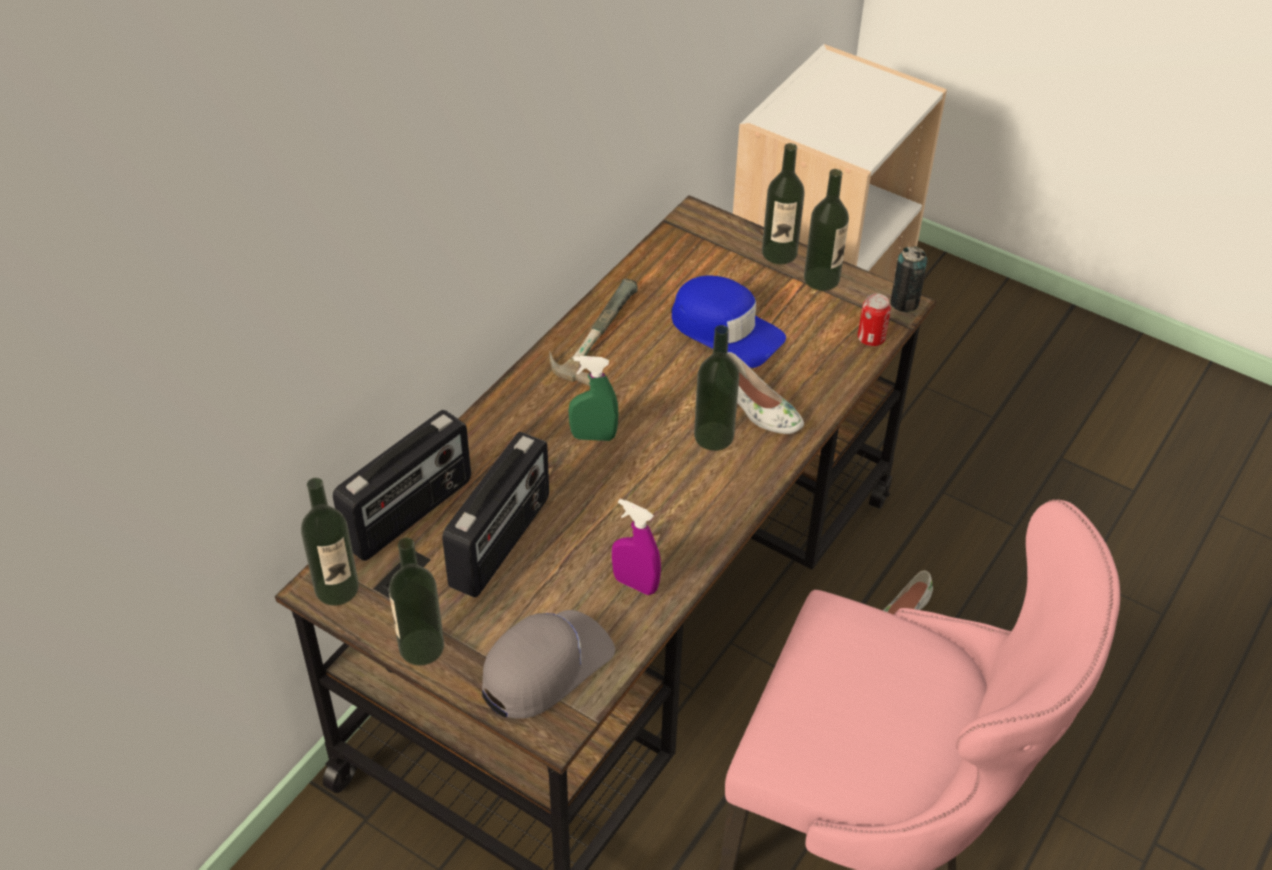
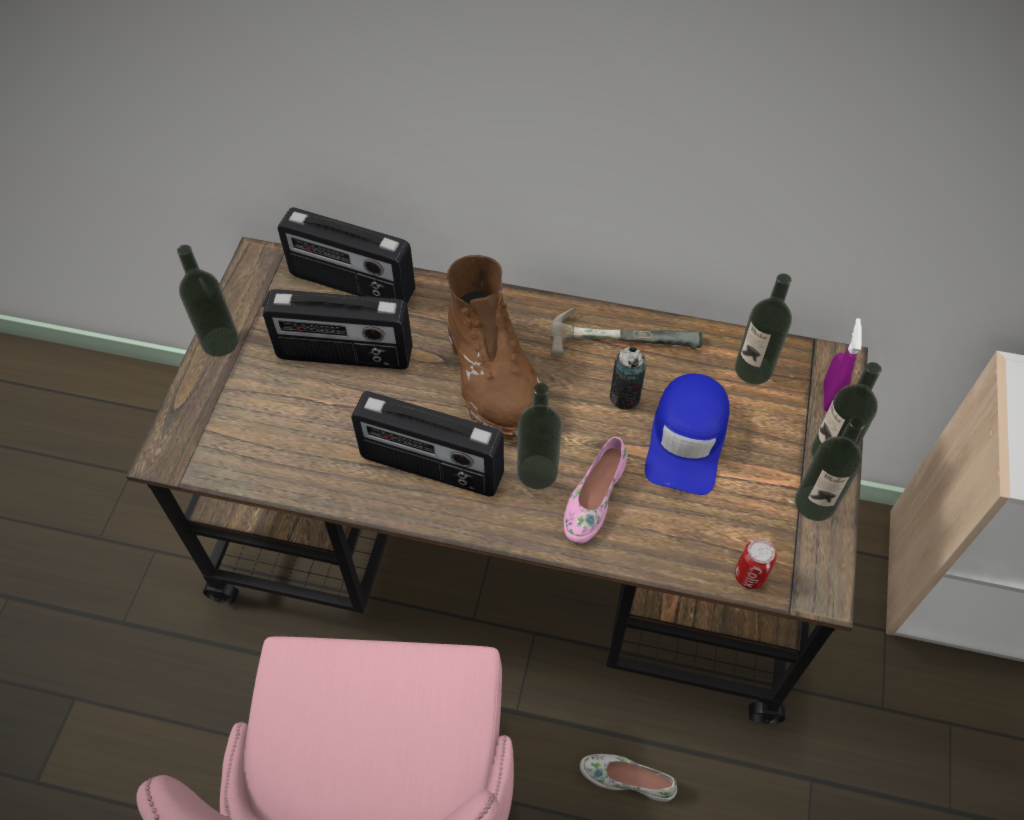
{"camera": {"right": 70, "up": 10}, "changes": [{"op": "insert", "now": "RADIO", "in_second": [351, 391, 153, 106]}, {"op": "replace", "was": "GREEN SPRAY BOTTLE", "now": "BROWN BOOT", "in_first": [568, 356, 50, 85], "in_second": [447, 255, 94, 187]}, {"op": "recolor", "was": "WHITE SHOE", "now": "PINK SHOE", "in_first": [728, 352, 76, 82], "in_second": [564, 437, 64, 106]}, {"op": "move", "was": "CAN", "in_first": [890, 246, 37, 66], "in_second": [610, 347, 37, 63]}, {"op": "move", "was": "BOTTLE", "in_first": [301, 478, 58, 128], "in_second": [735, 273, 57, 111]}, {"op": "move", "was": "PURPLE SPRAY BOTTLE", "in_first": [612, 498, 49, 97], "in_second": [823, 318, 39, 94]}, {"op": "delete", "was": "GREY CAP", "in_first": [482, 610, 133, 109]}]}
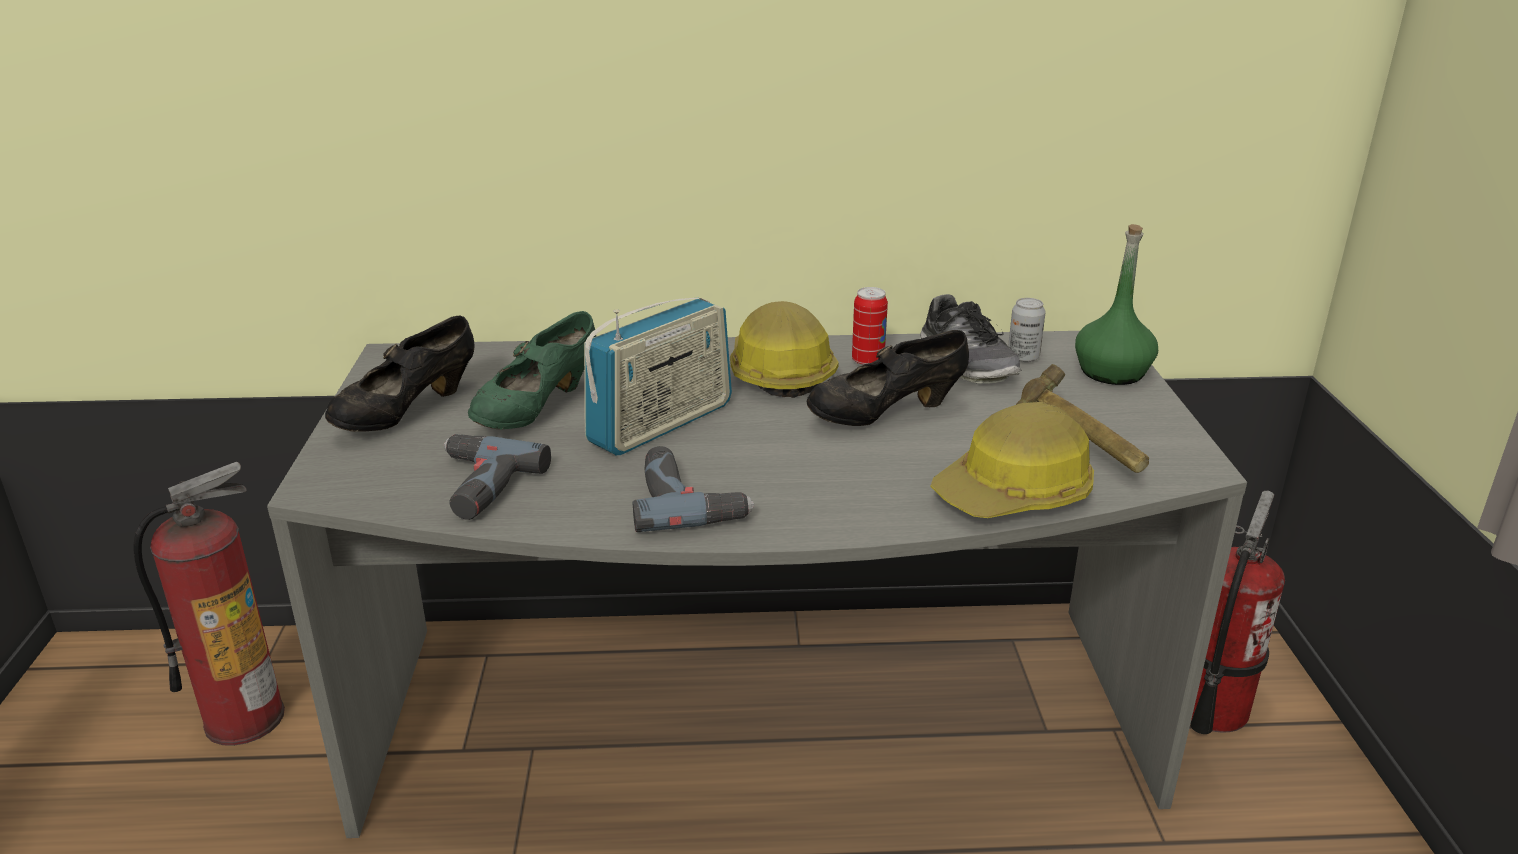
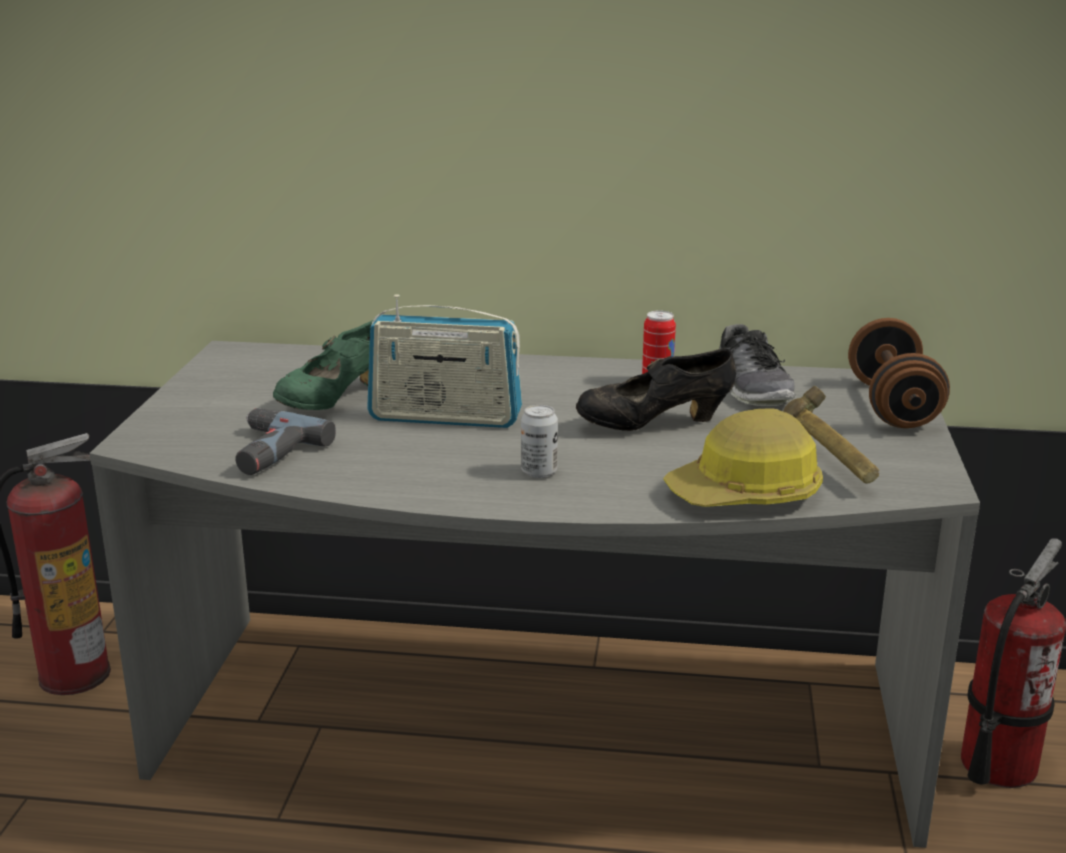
{"camera": {"right": 10, "up": -5}, "changes": [{"op": "rotate", "was": "RADIO", "in_first": [584, 298, 148, 157], "in_second": [367, 294, 155, 134], "clockwise": 45}, {"op": "move", "was": "CAN", "in_first": [1008, 298, 37, 65], "in_second": [521, 405, 37, 73]}, {"op": "replace", "was": "GREEN BOTTLE", "now": "BROWN DUMBBELL", "in_first": [1075, 224, 83, 161], "in_second": [848, 318, 102, 110]}, {"op": "delete", "was": "BLACK SHOE", "in_first": [325, 315, 150, 117]}, {"op": "delete", "was": "POWER DRILL", "in_first": [633, 446, 121, 86]}, {"op": "delete", "was": "HARD HAT", "in_first": [730, 301, 109, 97]}]}
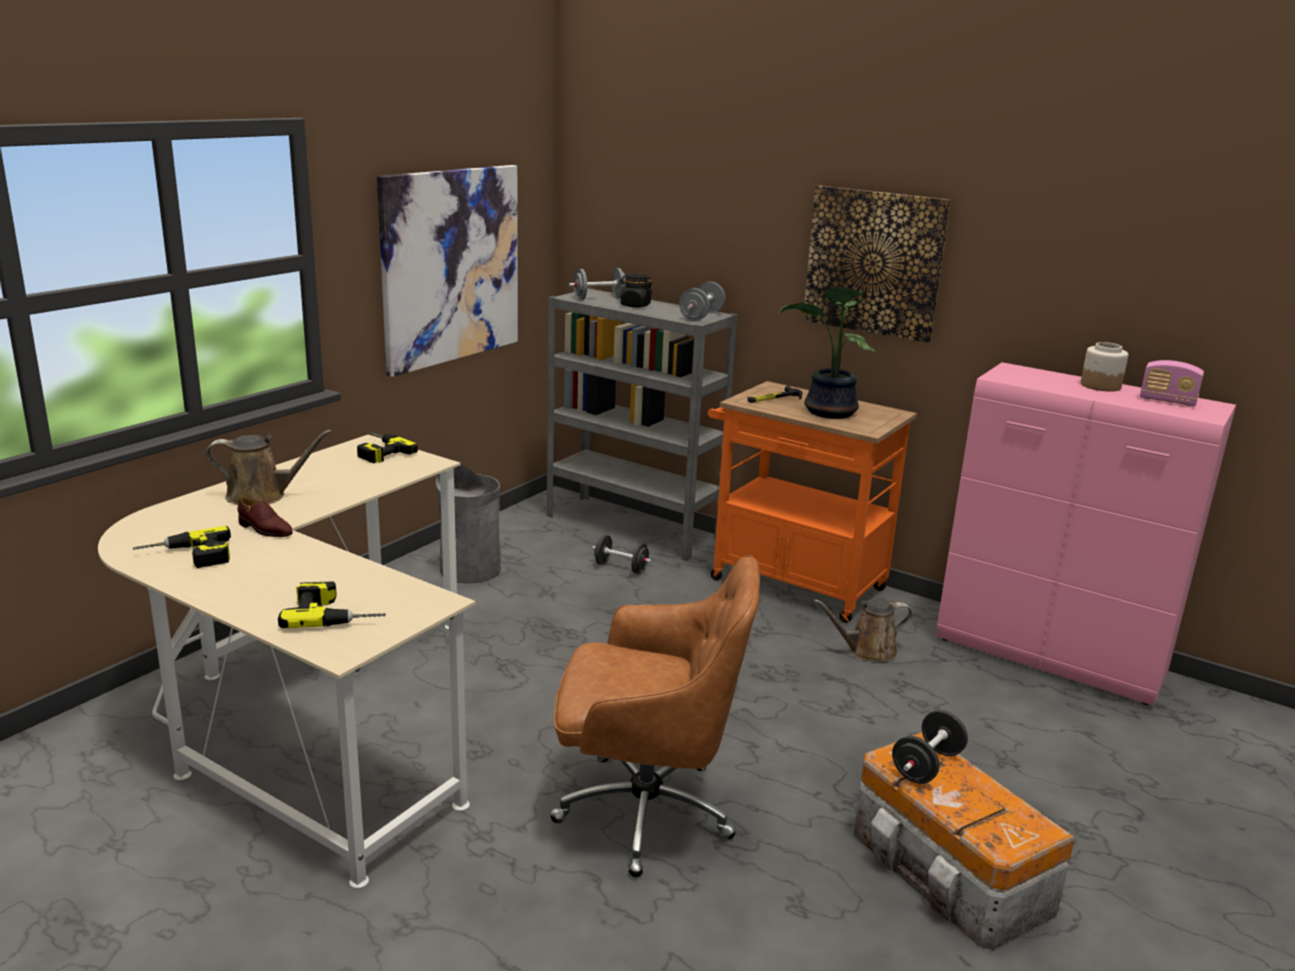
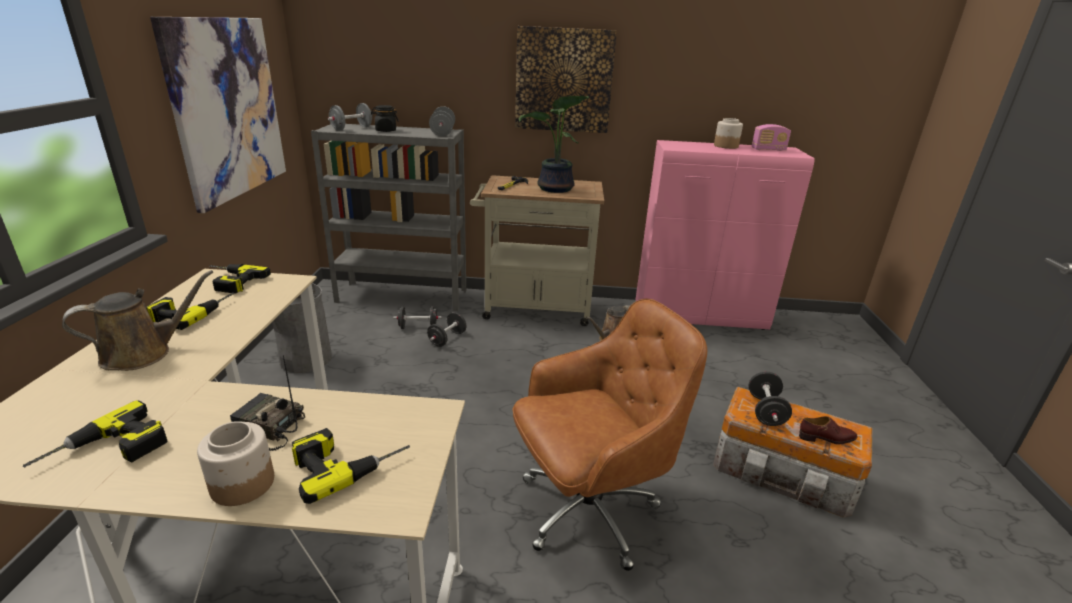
{"camera": {"right": -30, "up": 5}, "changes": [{"op": "insert", "now": "POWER DRILL", "in_second": [146, 292, 88, 38]}, {"op": "insert", "now": "JAR", "in_second": [197, 421, 77, 85]}, {"op": "insert", "now": "RADIO", "in_second": [230, 355, 75, 96]}, {"op": "insert", "now": "BLACK DUMBBELL", "in_second": [427, 312, 39, 35]}, {"op": "recolor", "was": "ORANGE CART", "now": "BEIGE CART", "in_first": [708, 381, 209, 242], "in_second": [470, 175, 134, 151]}, {"op": "move", "was": "BROWN SHOE", "in_first": [237, 496, 56, 41], "in_second": [799, 416, 59, 28]}]}
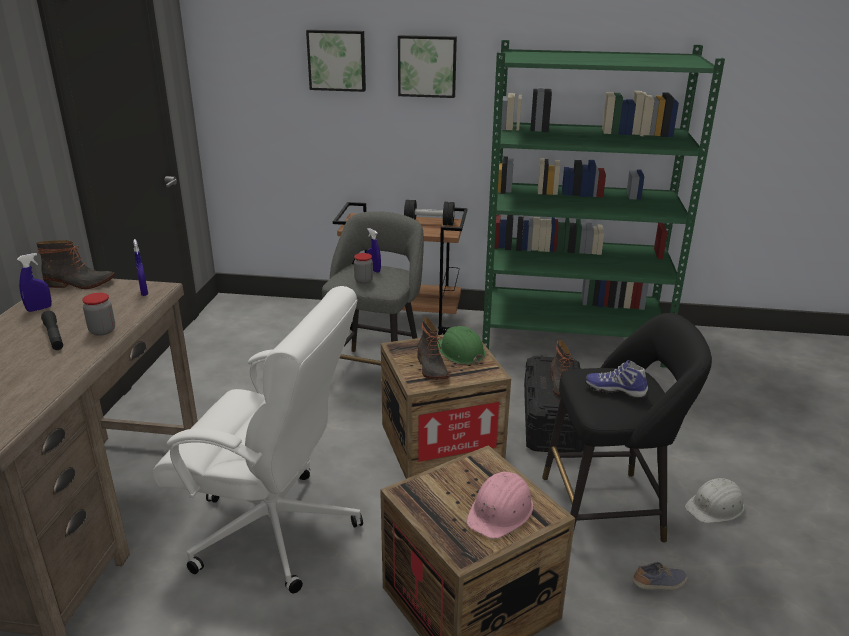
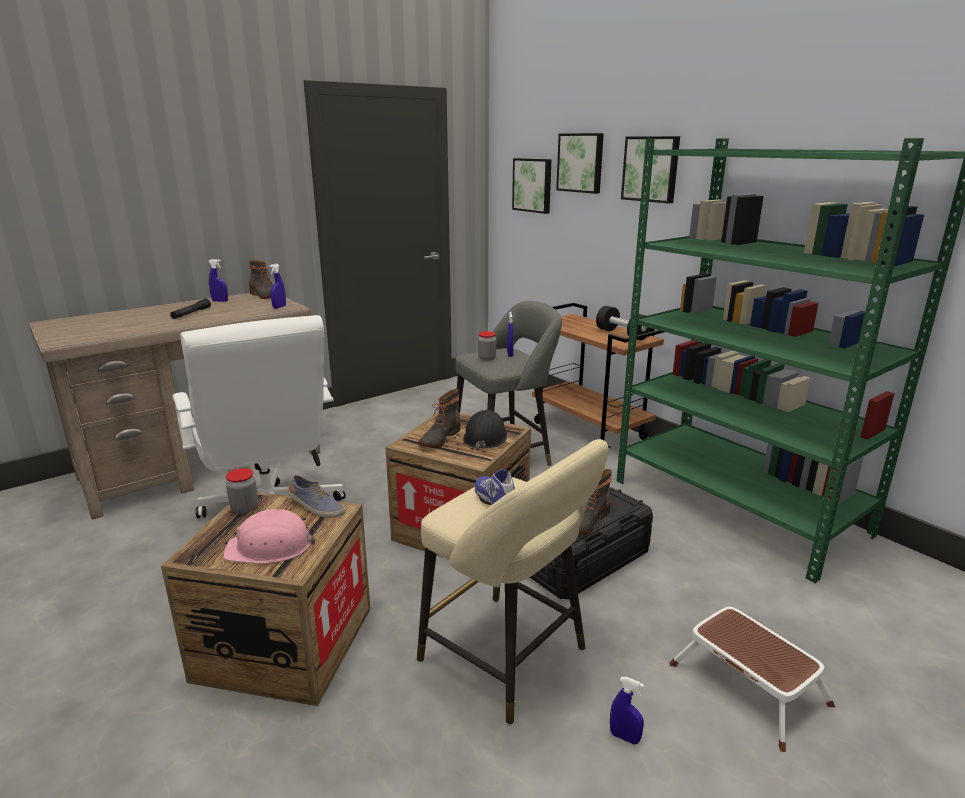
{"camera": {"right": 45, "up": -5}, "changes": [{"op": "move", "was": "JAR", "in_first": [82, 293, 33, 43], "in_second": [226, 468, 32, 46]}, {"op": "move", "was": "SHOE", "in_first": [632, 562, 56, 28], "in_second": [288, 475, 57, 43]}, {"op": "recolor", "was": "BLACK STOOL", "now": "BEIGE STOOL", "in_first": [542, 313, 170, 230], "in_second": [417, 439, 192, 285]}, {"op": "recolor", "was": "GREEN HARD HAT", "now": "BLACK HARD HAT", "in_first": [437, 326, 48, 39], "in_second": [463, 410, 44, 41]}, {"op": "insert", "now": "PICTURE", "in_second": [512, 158, 40, 56]}, {"op": "replace", "was": "WHITE HARD HAT", "now": "BLUE SPRAY BOTTLE", "in_first": [685, 478, 59, 45], "in_second": [610, 677, 34, 67]}, {"op": "insert", "now": "BROWN STEP LADDER", "in_second": [669, 607, 166, 145]}]}
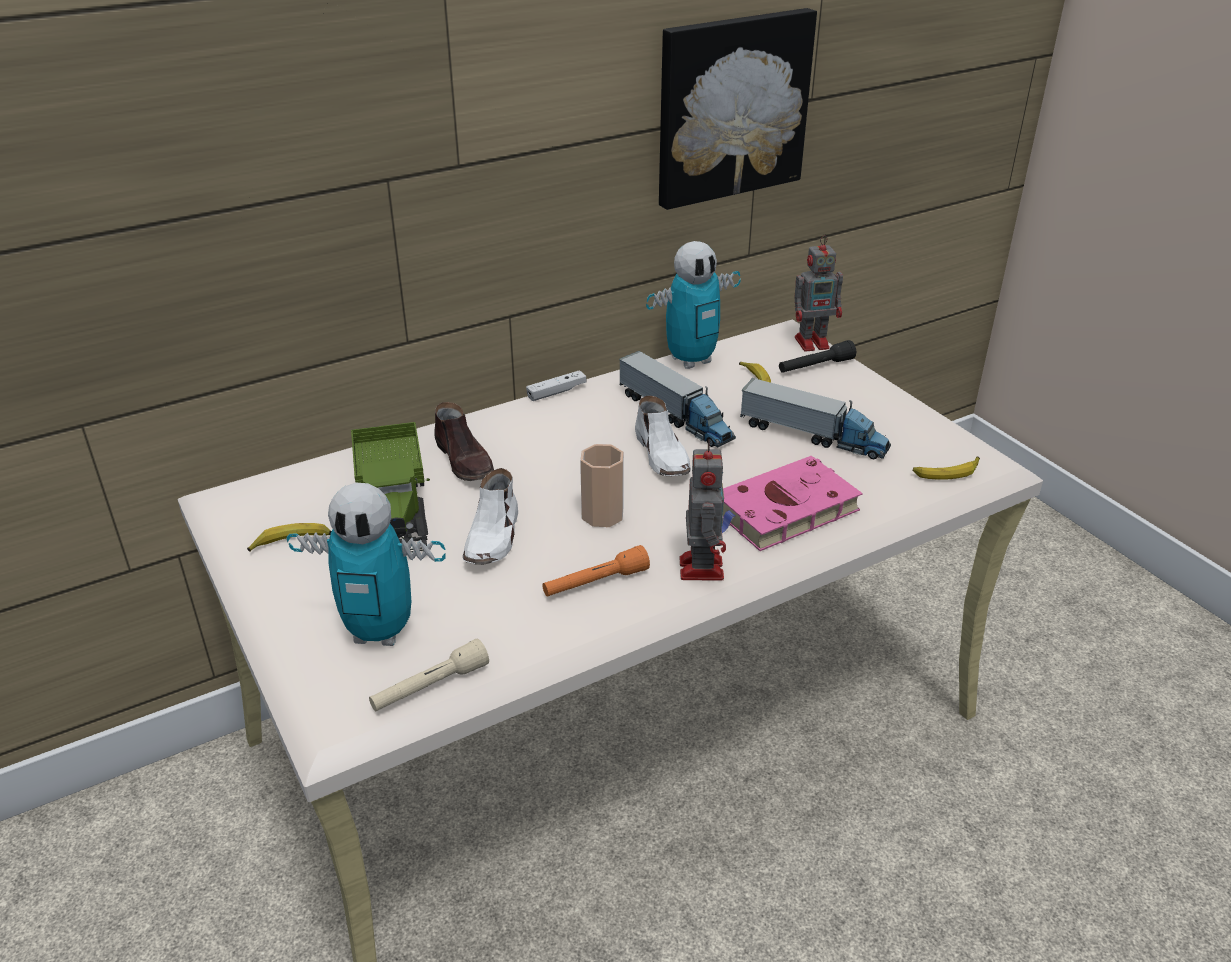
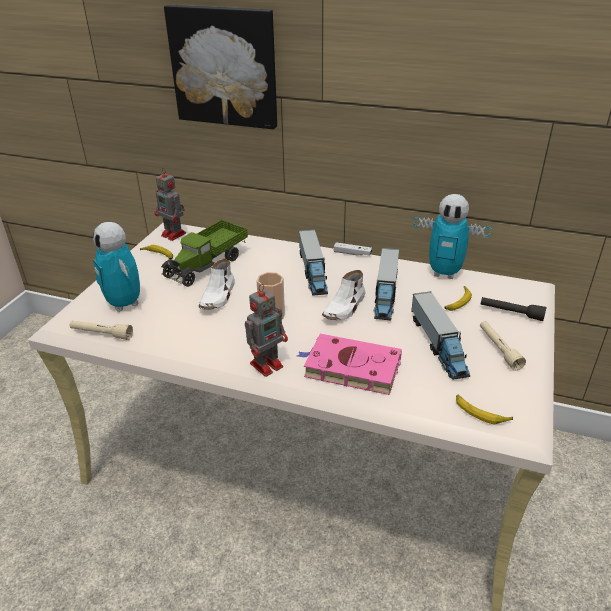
{"camera": {"right": 50, "up": 0}, "changes": [{"op": "move", "was": "TOY ROBOT", "in_first": [794, 235, 49, 117], "in_second": [154, 168, 32, 73]}, {"op": "move", "was": "PICTURE", "in_first": [659, 8, 158, 202], "in_second": [164, 5, 113, 124]}, {"op": "rotate", "was": "WHITE SHOE", "in_first": [463, 468, 55, 97], "in_second": [198, 259, 37, 51], "clockwise": -45}, {"op": "insert", "now": "TOY TRUCK", "in_second": [299, 229, 29, 67]}, {"op": "insert", "now": "BEIGE FLASHLIGHT", "in_second": [480, 321, 46, 50]}, {"op": "delete", "was": "BROWN SHOE", "in_first": [435, 402, 59, 79]}, {"op": "delete", "was": "ORANGE FLASHLIGHT", "in_first": [542, 545, 108, 52]}]}
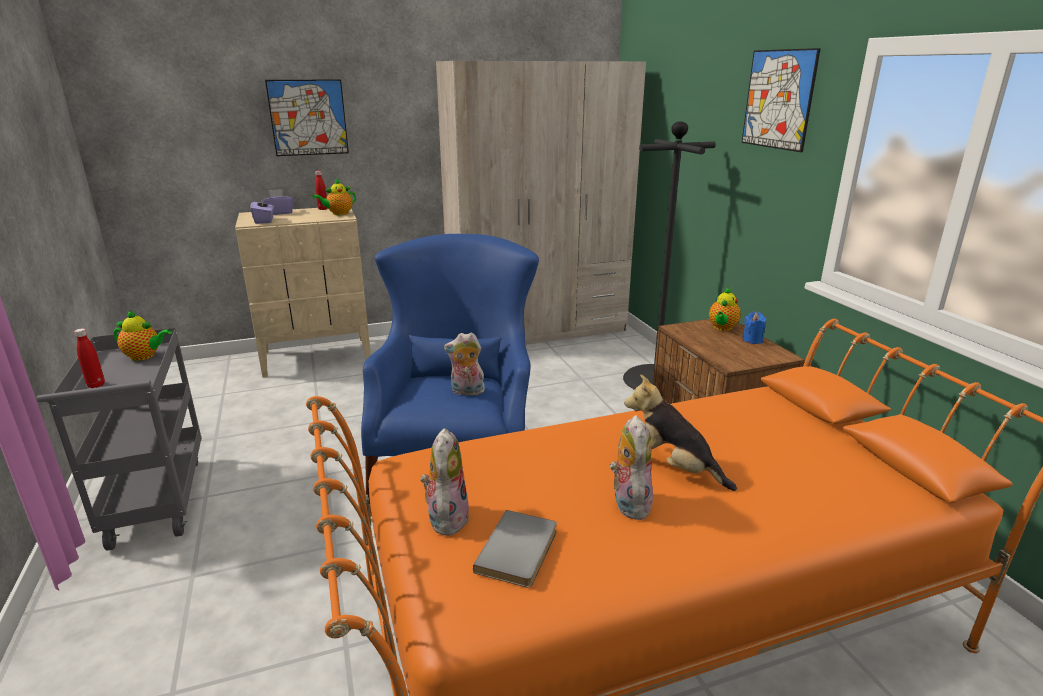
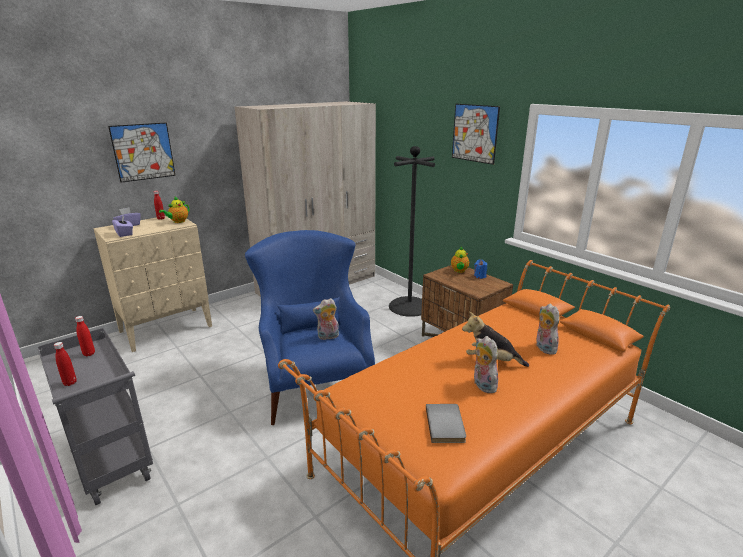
{"camera": {"right": -20, "up": 0}, "changes": [{"op": "replace", "was": "TEAPOT", "now": "RED BOTTLE", "in_first": [113, 310, 59, 51], "in_second": [75, 316, 20, 40]}, {"op": "move", "was": "PLUSH TOY", "in_first": [421, 428, 48, 109], "in_second": [536, 304, 24, 51]}]}
